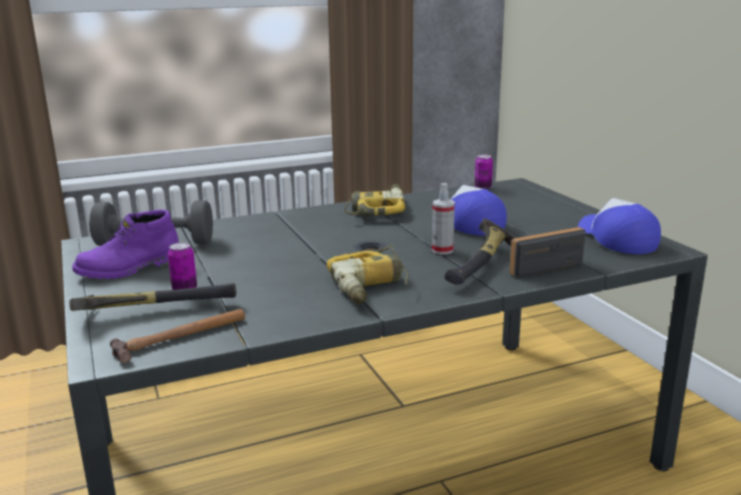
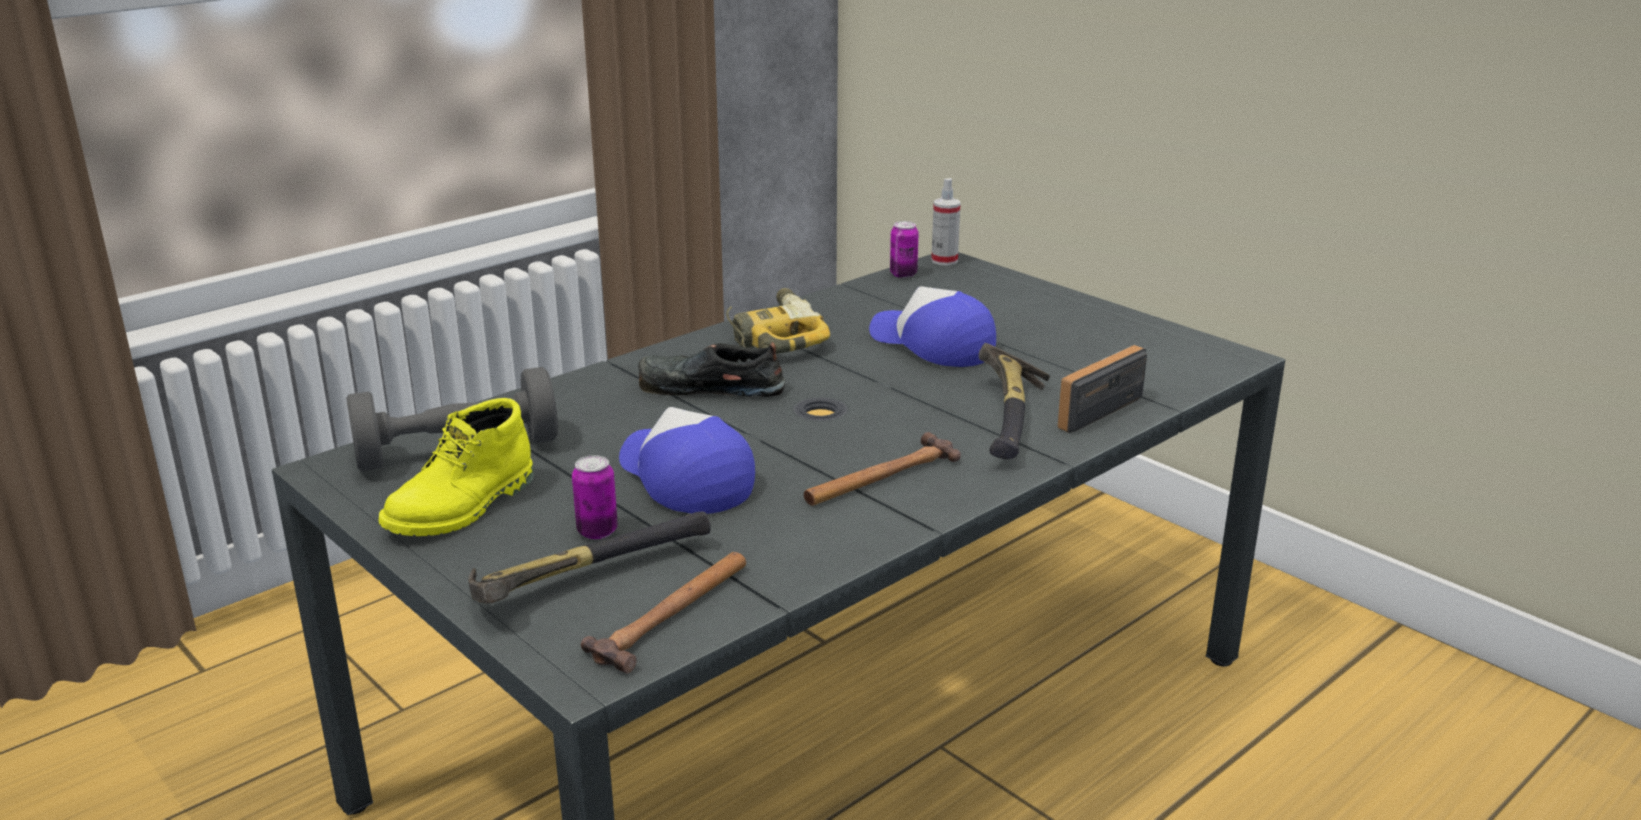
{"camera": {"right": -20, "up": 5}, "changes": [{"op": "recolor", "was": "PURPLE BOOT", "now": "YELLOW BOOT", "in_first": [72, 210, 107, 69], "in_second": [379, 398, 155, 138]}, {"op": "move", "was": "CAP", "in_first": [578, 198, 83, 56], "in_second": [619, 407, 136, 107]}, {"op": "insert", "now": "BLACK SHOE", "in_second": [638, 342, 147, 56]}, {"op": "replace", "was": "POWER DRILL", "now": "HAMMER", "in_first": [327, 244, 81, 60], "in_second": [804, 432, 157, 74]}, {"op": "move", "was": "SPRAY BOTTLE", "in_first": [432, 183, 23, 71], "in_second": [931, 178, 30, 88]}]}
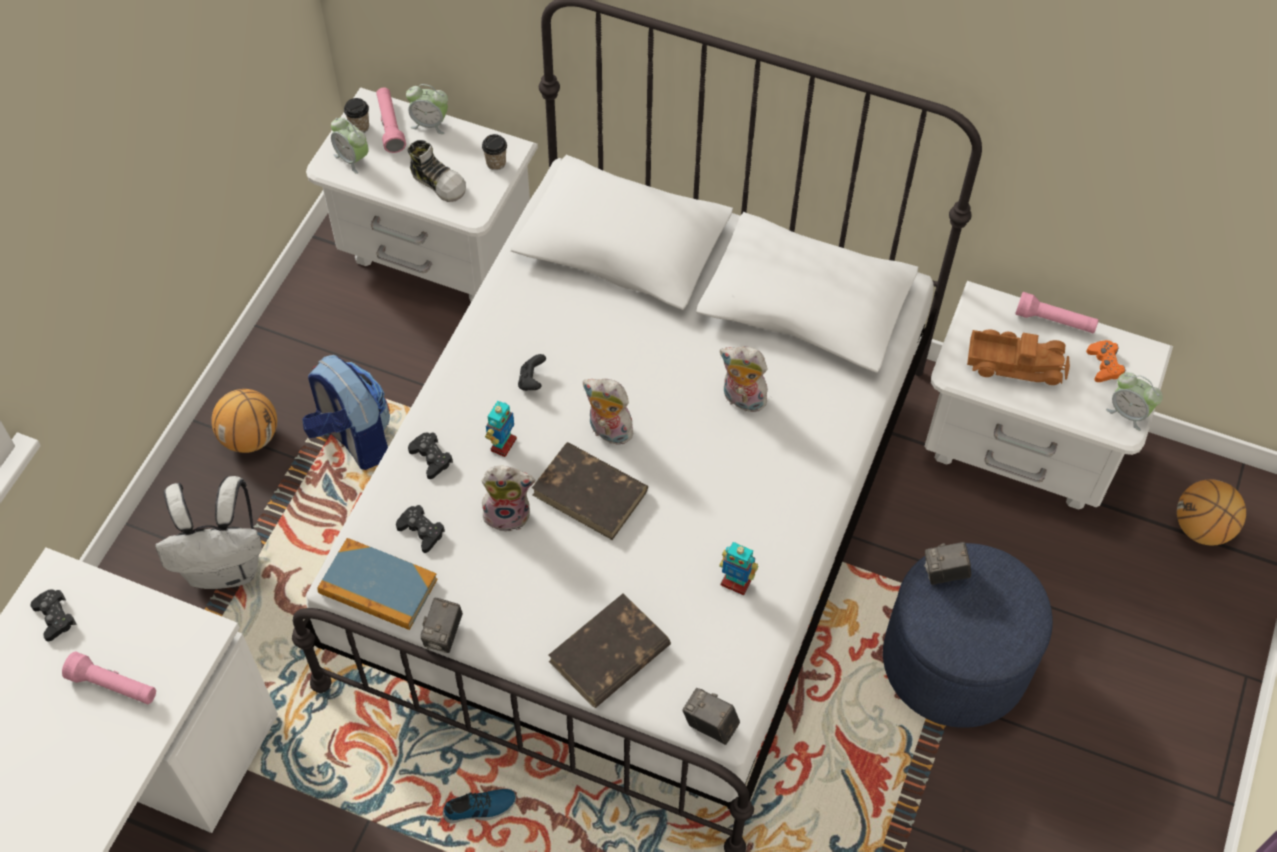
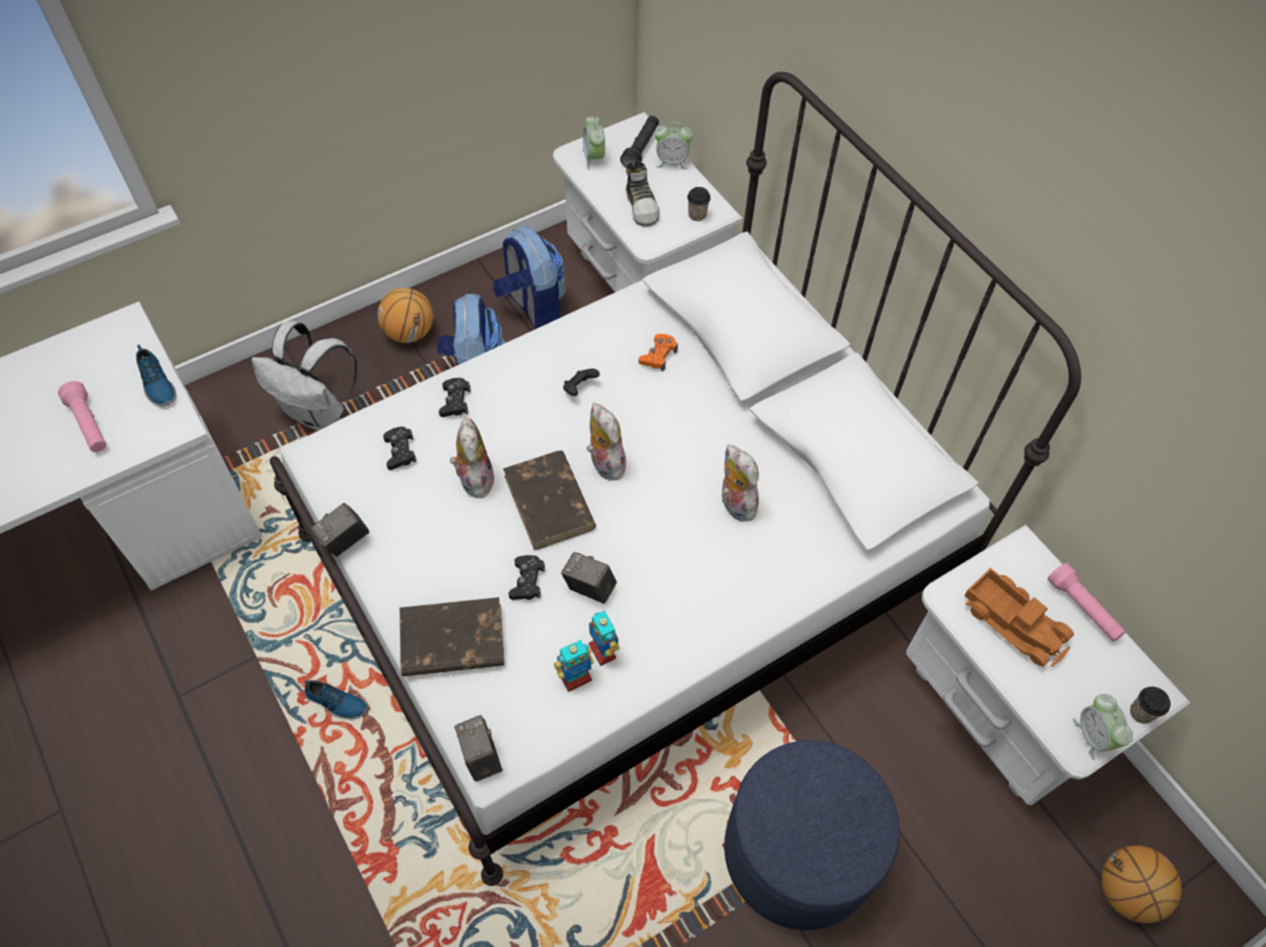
{"camera": {"right": 35, "up": 0}, "changes": [{"op": "insert", "now": "SHOE", "in_second": [136, 345, 40, 62]}, {"op": "rotate", "was": "PLUSH TOY", "in_first": [481, 466, 54, 66], "in_second": [450, 417, 45, 82], "clockwise": -135}, {"op": "insert", "now": "BACKPACK", "in_second": [493, 226, 73, 103]}, {"op": "move", "was": "BLACK GAME CONTROLLER", "in_first": [31, 589, 46, 53], "in_second": [508, 555, 37, 45]}, {"op": "move", "was": "TOY ROBOT", "in_first": [485, 401, 32, 56], "in_second": [554, 640, 40, 52]}, {"op": "move", "was": "PHOTO CAMERA", "in_first": [924, 542, 47, 43], "in_second": [561, 552, 56, 52]}, {"op": "recolor", "was": "PINK FLASHLIGHT", "now": "BLACK FLASHLIGHT", "in_first": [376, 87, 30, 66], "in_second": [620, 116, 39, 52]}, {"op": "move", "was": "ORANGE GAME CONTROLLER", "in_first": [1086, 340, 39, 42], "in_second": [638, 334, 40, 37]}, {"op": "rotate", "was": "ALARM CLOCK", "in_first": [406, 84, 42, 50], "in_second": [654, 122, 39, 47], "clockwise": -45}, {"op": "move", "was": "CUP", "in_first": [344, 98, 25, 35], "in_second": [1130, 687, 41, 37]}, {"op": "delete", "was": "BOOK", "in_first": [317, 538, 121, 92]}]}
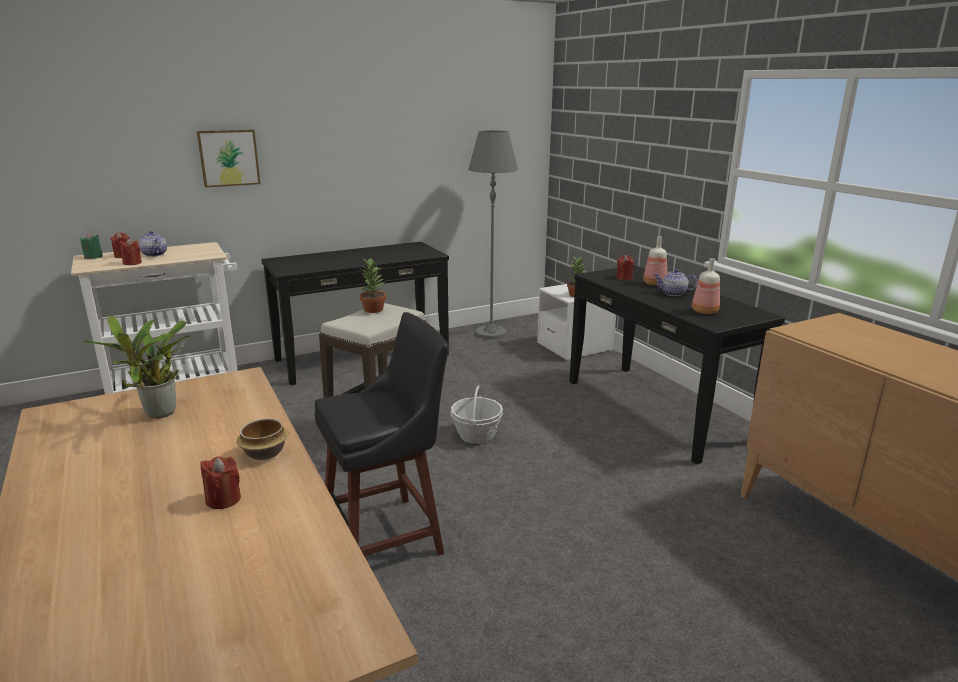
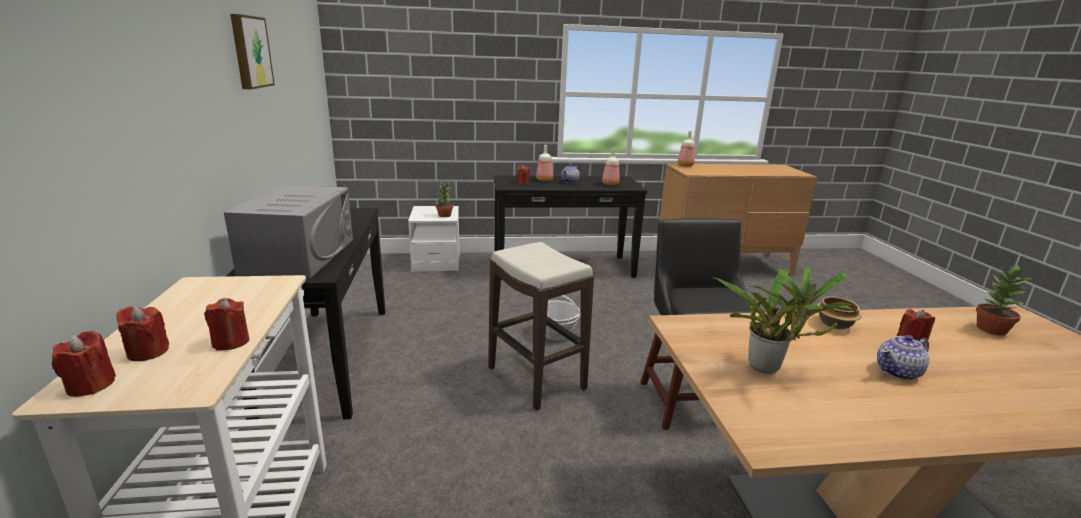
{"camera": {"right": -70, "up": 0}, "changes": [{"op": "recolor", "was": "GREEN CANDLE", "now": "RED CANDLE", "in_first": [80, 233, 23, 26], "in_second": [52, 331, 64, 66]}, {"op": "insert", "now": "GREY MICROWAVE", "in_second": [224, 185, 129, 93]}, {"op": "move", "was": "PICTURE", "in_first": [197, 130, 63, 57], "in_second": [230, 14, 45, 75]}, {"op": "insert", "now": "BOTTLE", "in_second": [678, 131, 17, 36]}, {"op": "move", "was": "TEAPOT", "in_first": [139, 231, 28, 26], "in_second": [877, 335, 52, 45]}, {"op": "move", "was": "POTTED PLANT", "in_first": [359, 258, 27, 55], "in_second": [976, 264, 58, 71]}, {"op": "delete", "was": "GREY FLOOR LAMP", "in_first": [468, 130, 50, 209]}]}
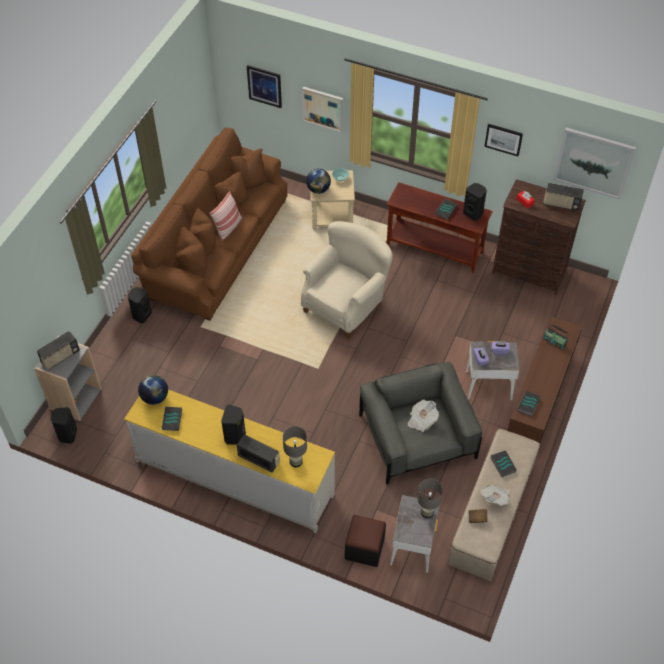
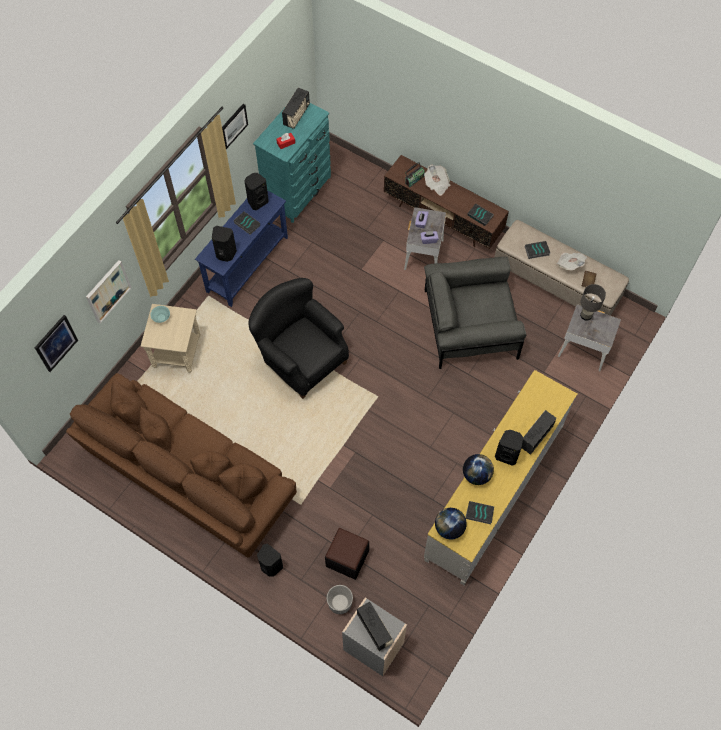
{"camera": {"right": -80, "up": 10}, "changes": [{"op": "recolor", "was": "BROWN CONSOLE TABLE", "now": "BLUE CONSOLE TABLE", "in_first": [386, 182, 107, 91], "in_second": [195, 190, 93, 117]}, {"op": "move", "was": "BLACK SPEAKER", "in_first": [51, 407, 26, 37], "in_second": [212, 226, 25, 36]}, {"op": "recolor", "was": "BEIGE ARMCHAIR", "now": "BLACK ARMCHAIR", "in_first": [301, 221, 92, 118], "in_second": [248, 278, 101, 121]}, {"op": "recolor", "was": "BROWN DRESSER", "now": "TURQUOISE DRESSER", "in_first": [492, 179, 94, 116], "in_second": [253, 103, 78, 120]}, {"op": "move", "was": "BLACK OTTOMAN", "in_first": [345, 515, 41, 52], "in_second": [325, 528, 44, 52]}, {"op": "insert", "now": "PLANTER", "in_second": [327, 585, 26, 29]}, {"op": "move", "was": "NEWSPAPER", "in_first": [408, 399, 31, 33], "in_second": [424, 165, 27, 31]}, {"op": "move", "was": "GLOBE", "in_first": [306, 169, 25, 25], "in_second": [463, 454, 31, 31]}, {"op": "delete", "was": "PILLOW", "in_first": [209, 191, 33, 50]}, {"op": "delete", "was": "GREY TABLE LAMP", "in_first": [283, 427, 24, 40]}, {"op": "delete", "was": "PICTURE", "in_first": [553, 127, 83, 73]}]}
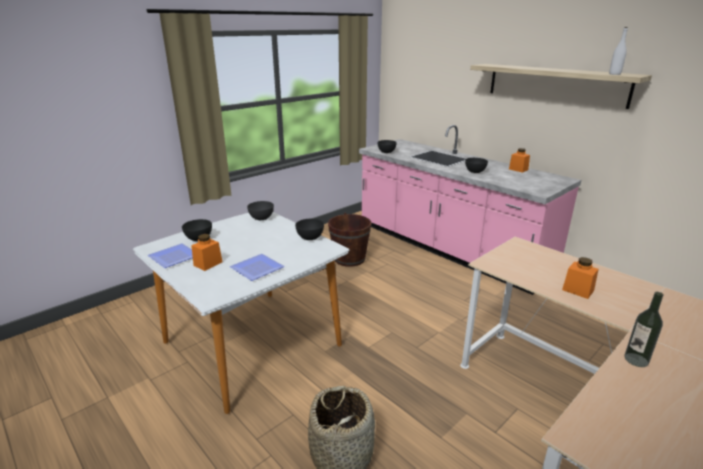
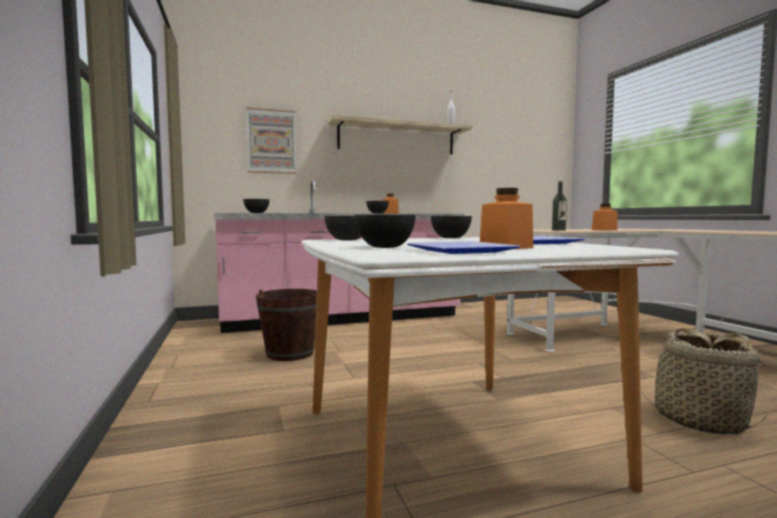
{"camera": {"right": -65, "up": -20}, "changes": [{"op": "insert", "now": "PICTURE", "in_second": [246, 107, 51, 67]}, {"op": "move", "was": "BOTTLE", "in_first": [624, 292, 40, 75], "in_second": [552, 181, 15, 50]}]}
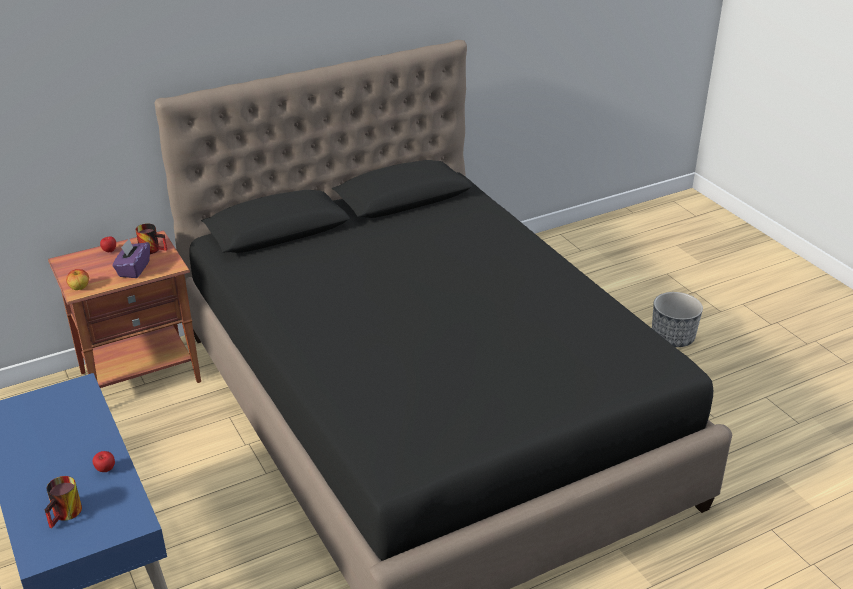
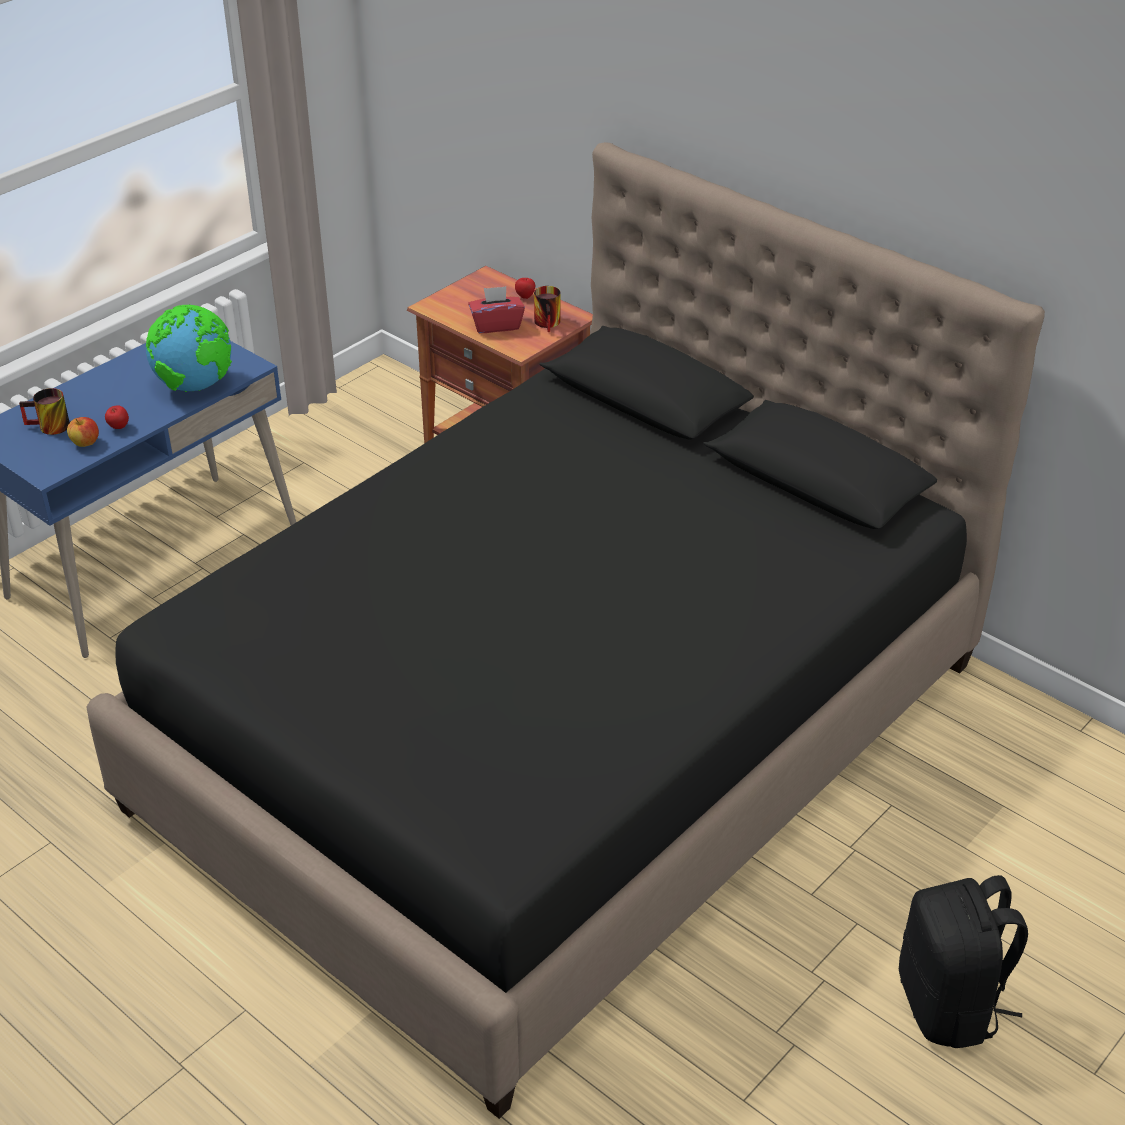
{"camera": {"right": 70, "up": 5}, "changes": [{"op": "move", "was": "APPLE", "in_first": [66, 269, 23, 21], "in_second": [67, 417, 32, 30]}, {"op": "insert", "now": "GLOBE", "in_second": [146, 305, 86, 87]}, {"op": "recolor", "was": "PURPLE TISSUE BOX", "now": "RED TISSUE BOX", "in_first": [112, 239, 38, 39], "in_second": [468, 286, 57, 47]}, {"op": "replace", "was": "PLANTER", "now": "BLACK BACKPACK", "in_first": [652, 292, 51, 55], "in_second": [899, 875, 129, 173]}]}
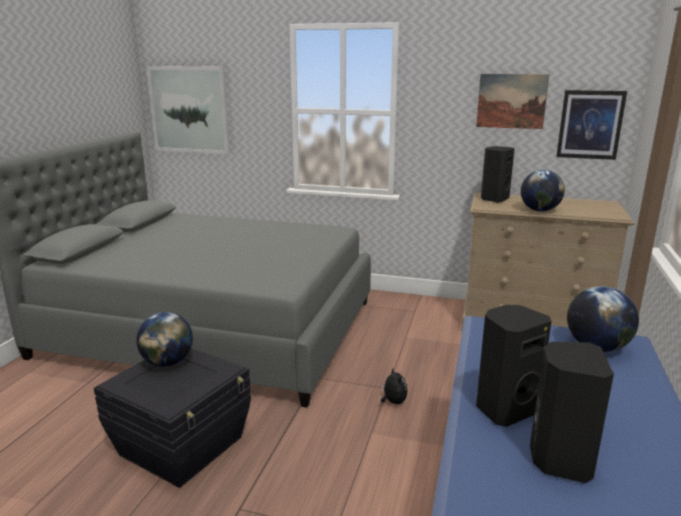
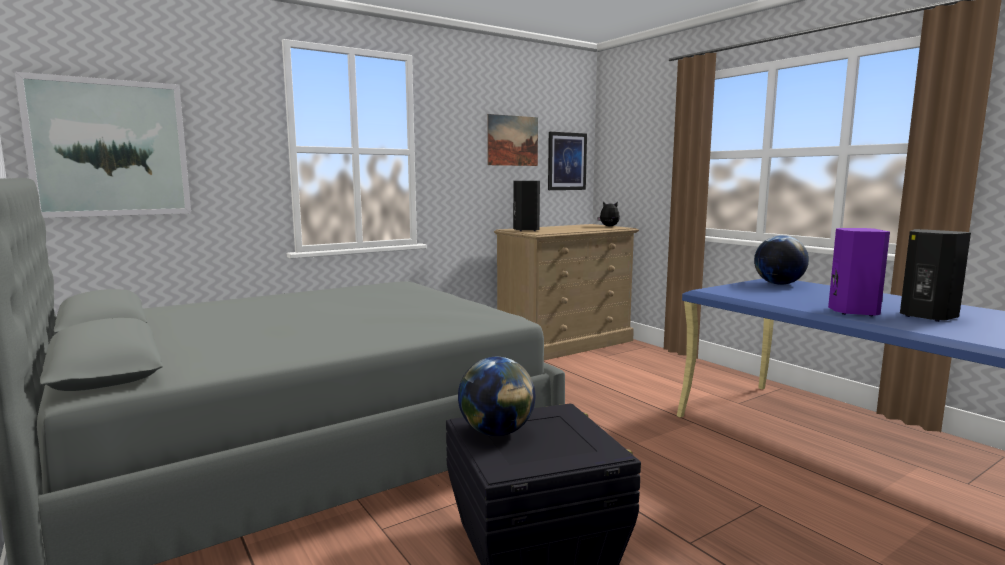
{"camera": {"right": -50, "up": -10}, "changes": [{"op": "move", "was": "PLUSH TOY", "in_first": [381, 368, 27, 36], "in_second": [597, 202, 23, 25]}, {"op": "recolor", "was": "BLACK SPEAKER", "now": "PURPLE SPEAKER", "in_first": [476, 305, 76, 122], "in_second": [828, 228, 62, 88]}, {"op": "delete", "was": "GLOBE", "in_first": [521, 170, 44, 41]}]}
